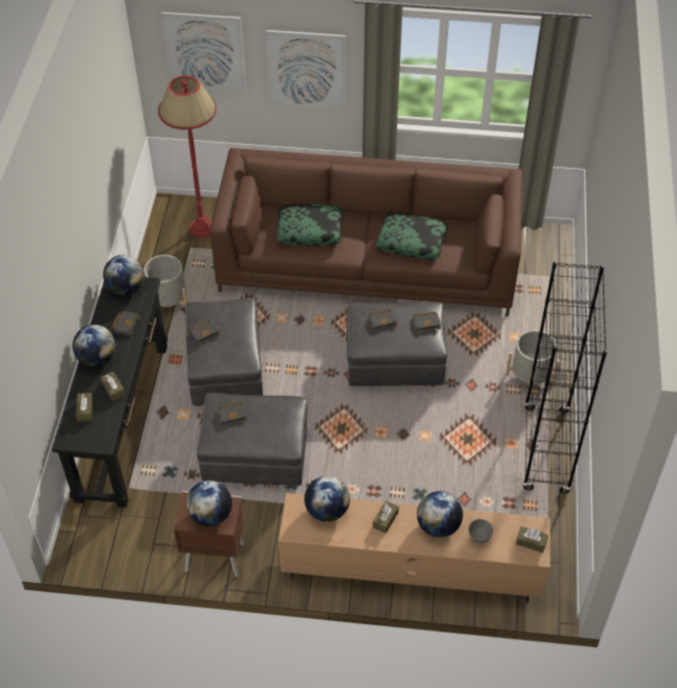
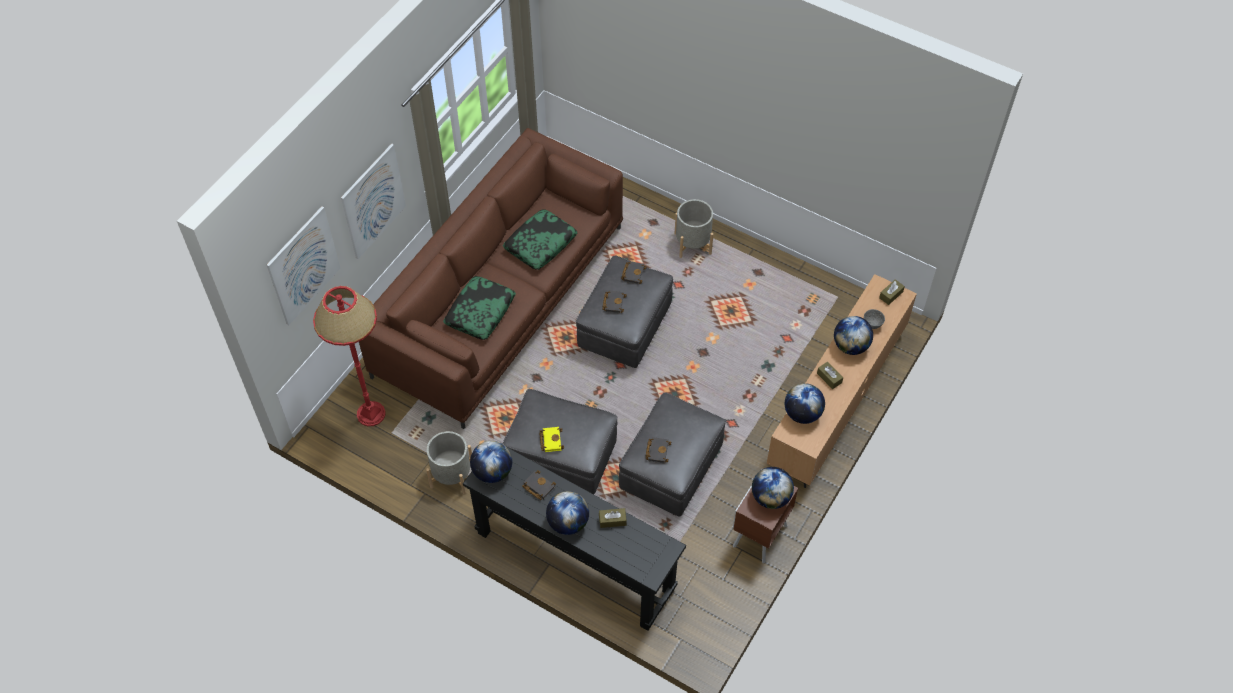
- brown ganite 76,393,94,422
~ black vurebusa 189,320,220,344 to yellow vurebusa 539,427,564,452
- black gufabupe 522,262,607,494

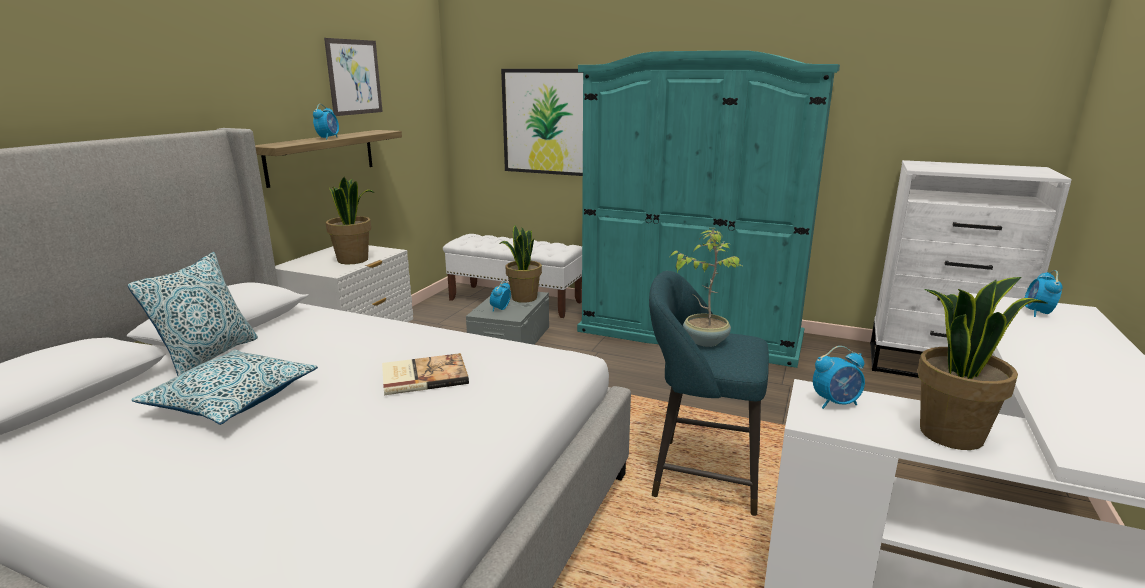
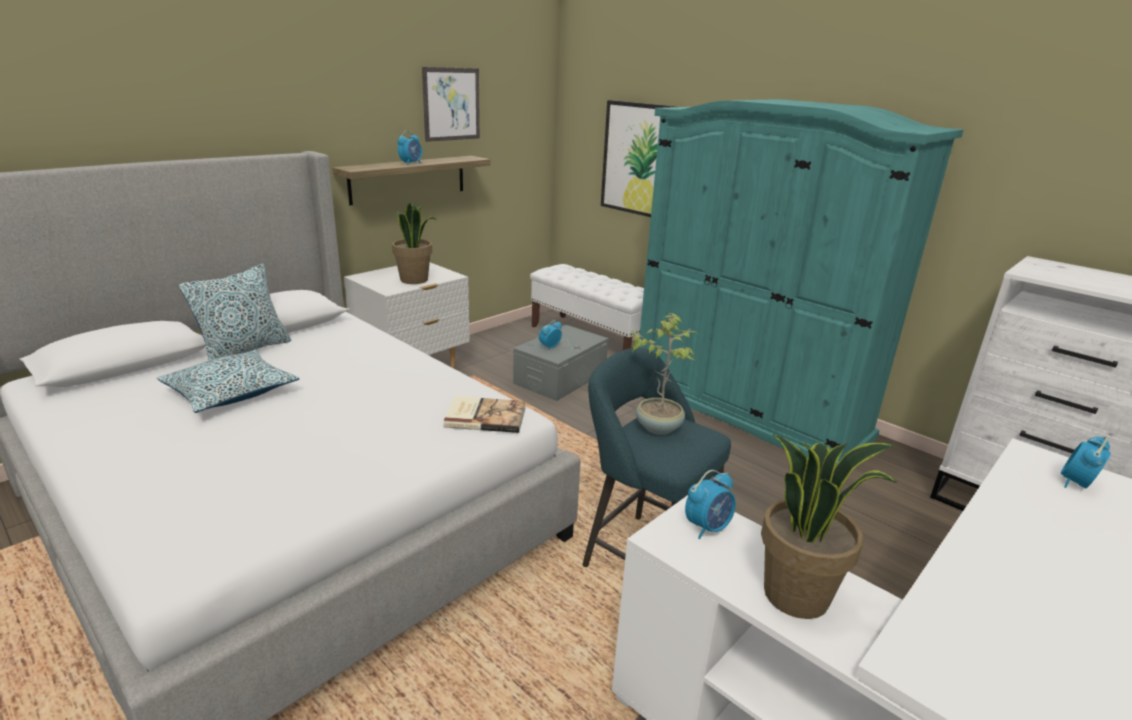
~ vurebusa 382,353,469,395 to 443,396,526,433
- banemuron 499,225,542,303
~ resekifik 813,346,865,409 = 685,470,736,539 45 degrees counterclockwise

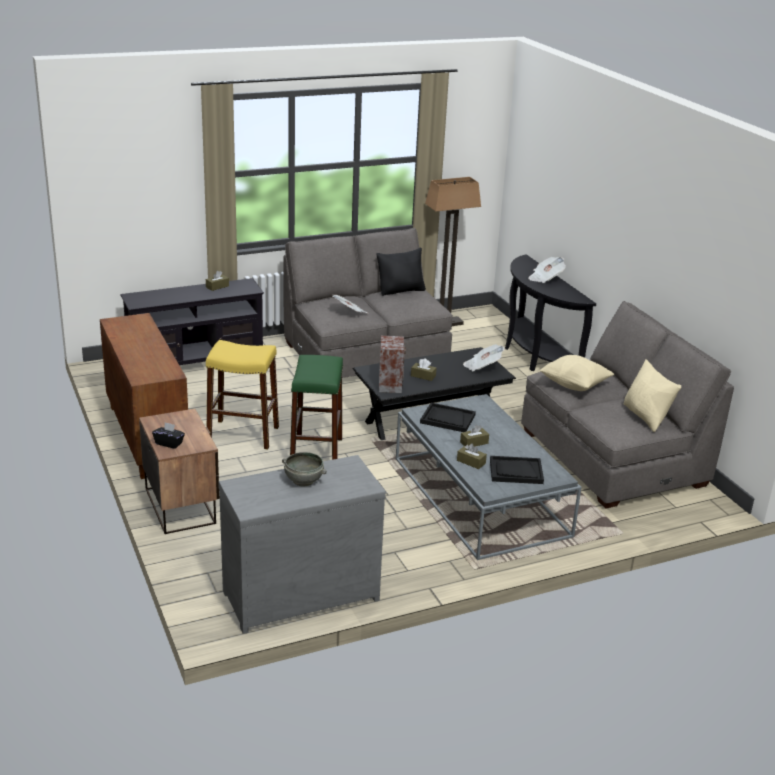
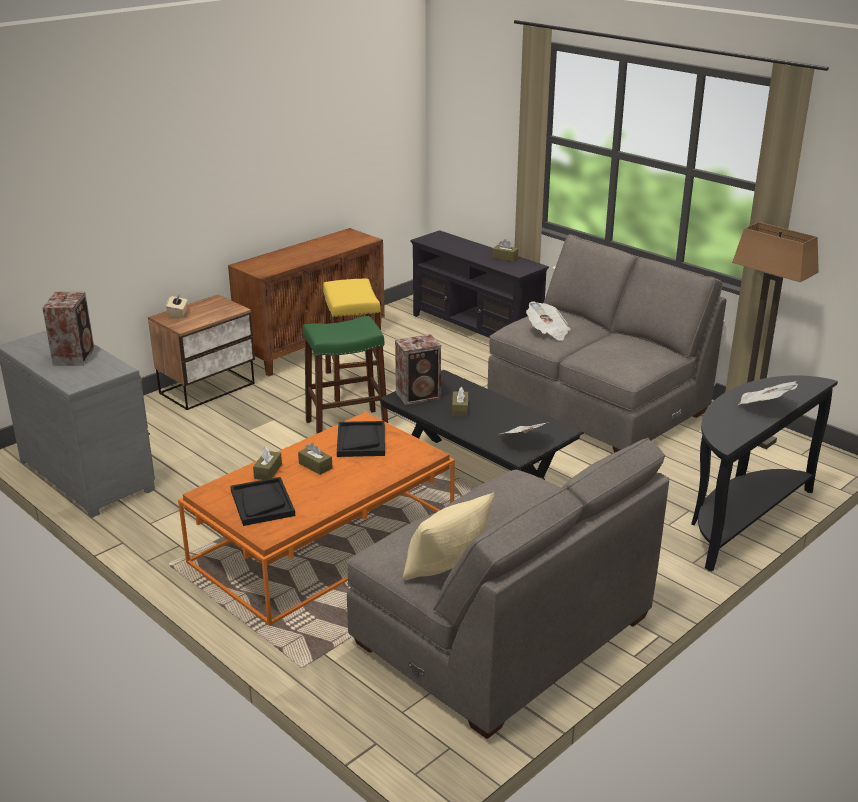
~ black ganite 152,422,185,449 to beige ganite 166,294,188,318
~ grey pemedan 282,452,327,486 to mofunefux 42,292,94,366
- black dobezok 376,248,426,296
~ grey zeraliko 396,394,582,560 to orange zeraliko 178,412,455,626
- beige dobezok 539,355,614,391

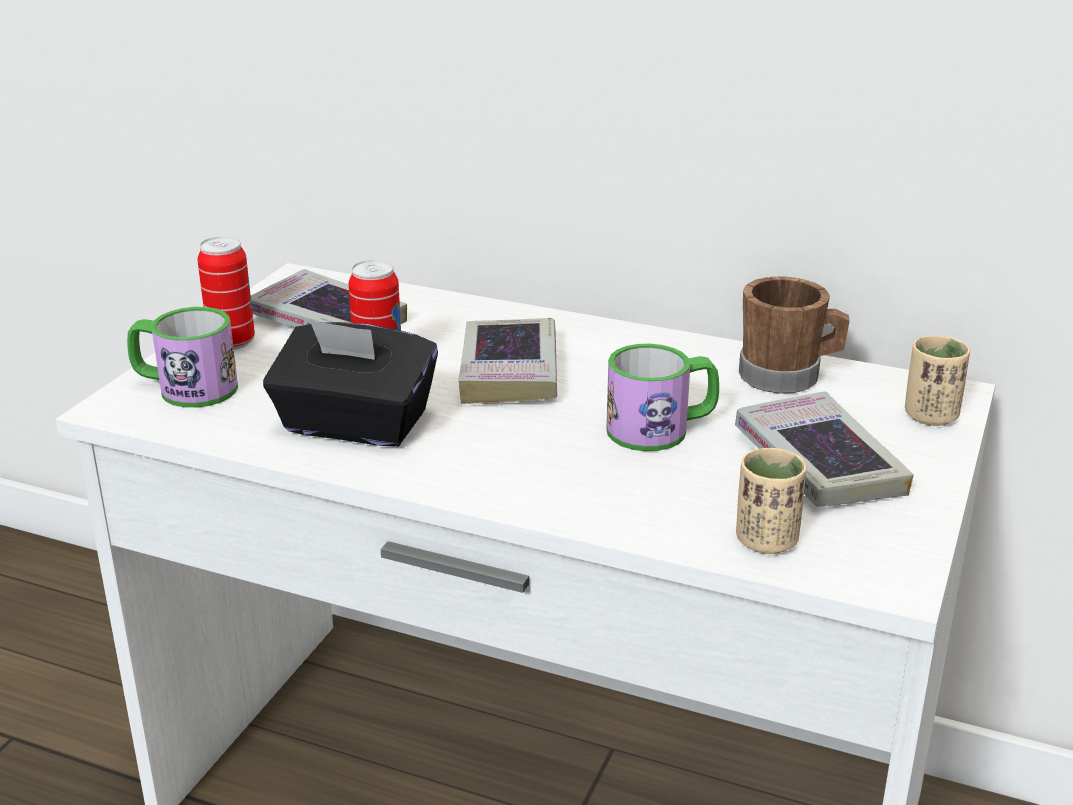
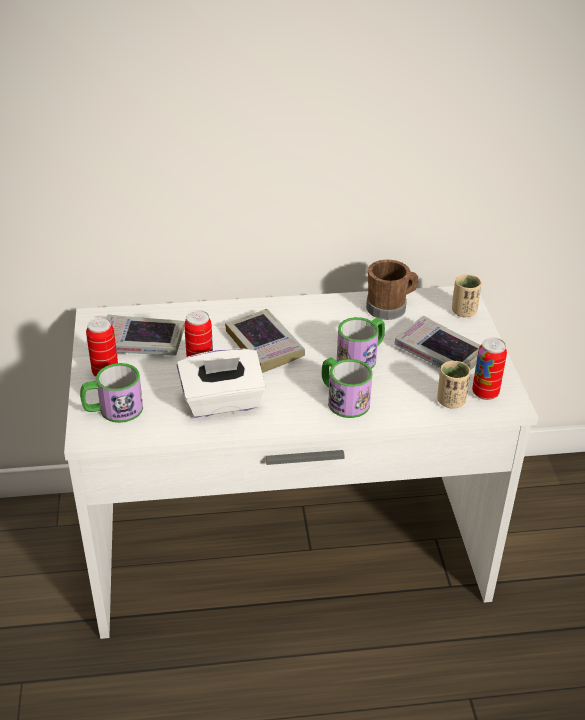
~ black ganite 263,319,438,447 to white ganite 177,348,266,418
+ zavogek 322,357,372,418
+ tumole 472,337,507,400

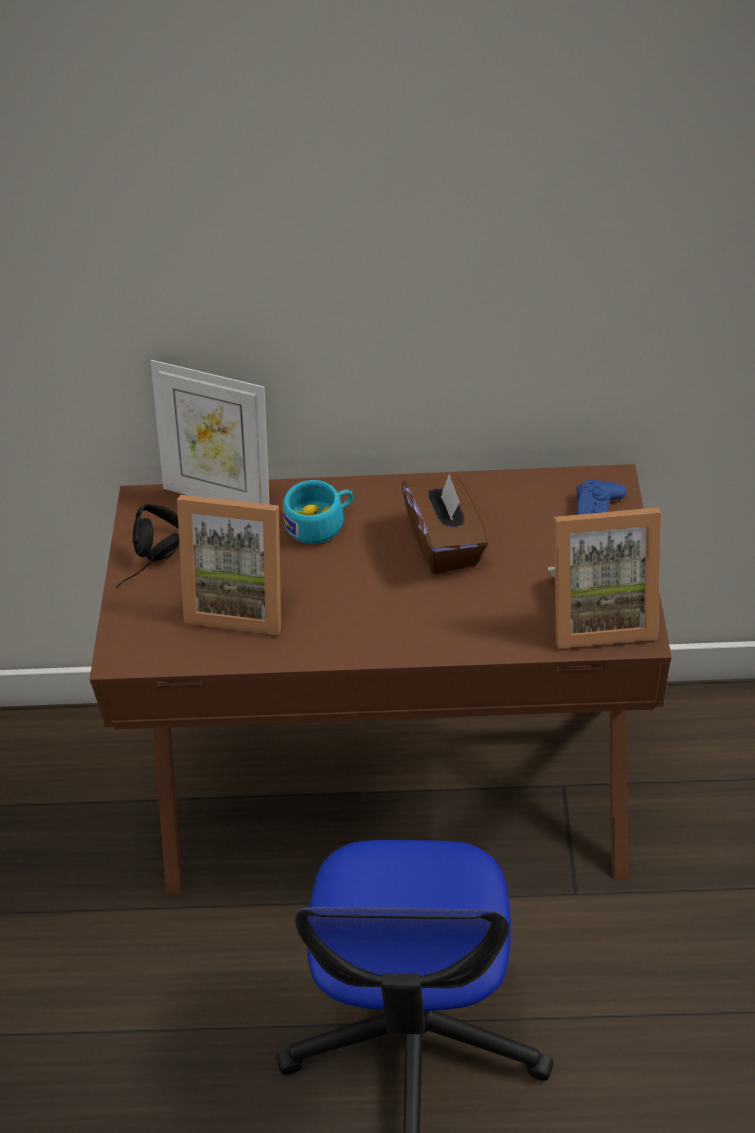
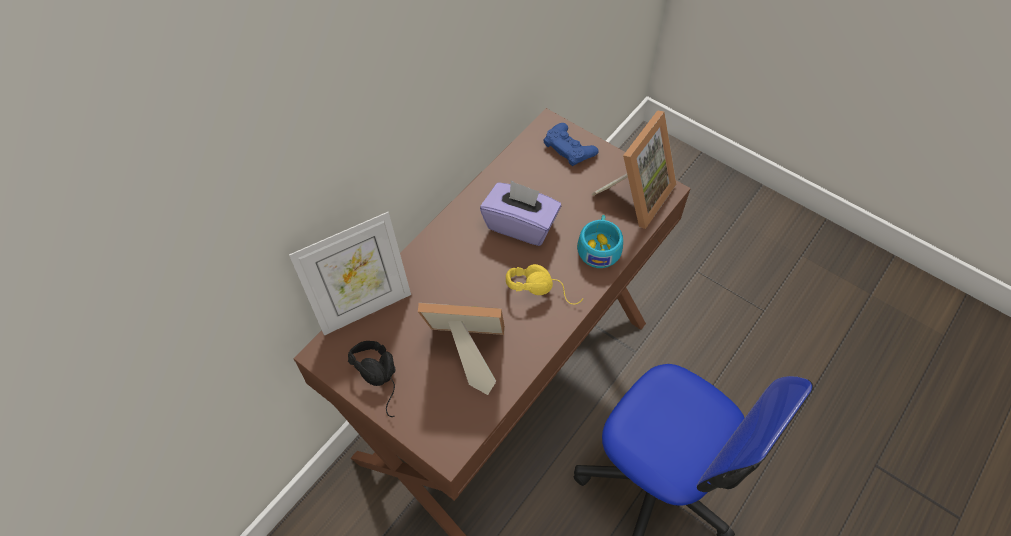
~ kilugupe 177,495,281,635 = 418,303,505,395 135 degrees counterclockwise
~ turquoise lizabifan 283,480,353,544 to 577,215,623,268
~ brown ganite 402,473,489,574 to purple ganite 480,180,561,246
+ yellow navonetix 506,264,583,304

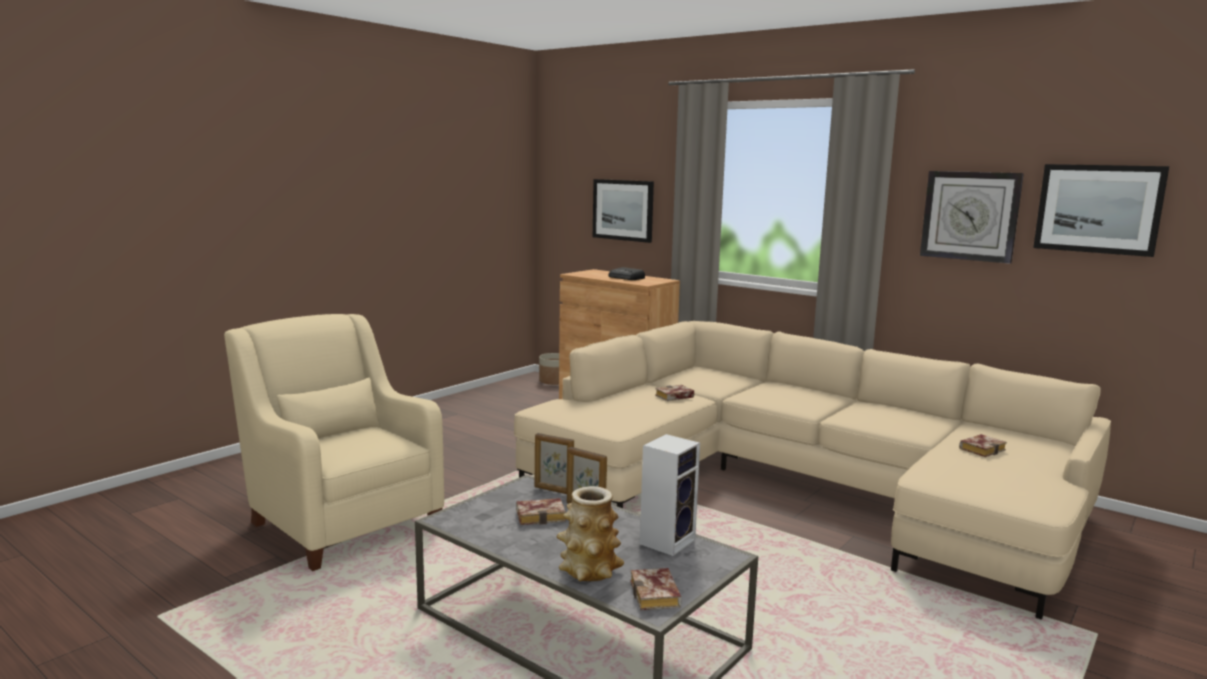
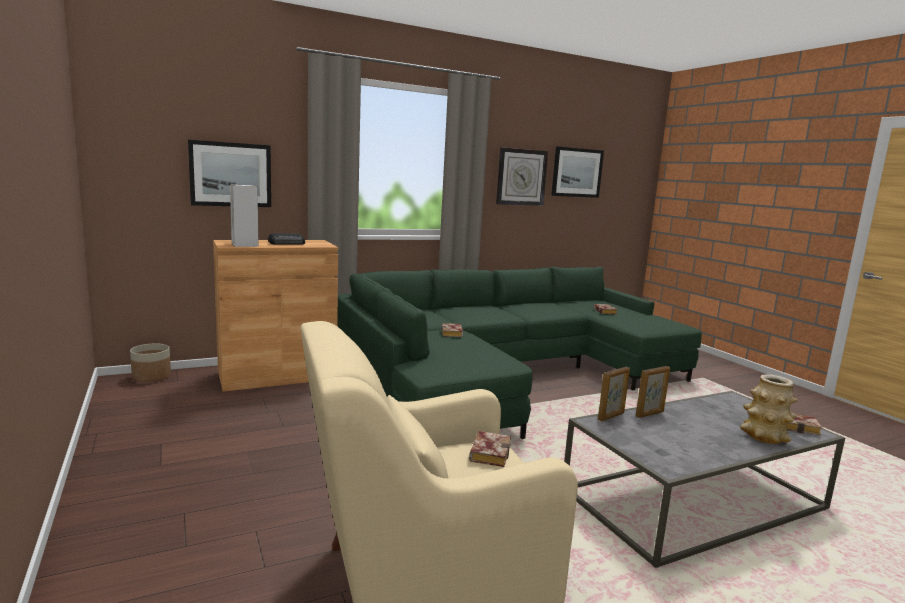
~ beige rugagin 514,321,1111,620 to green rugagin 337,267,702,439
~ vurebusa 516,498,566,525 to 469,431,511,467
~ mofunefux 640,434,700,556 to 230,184,259,247

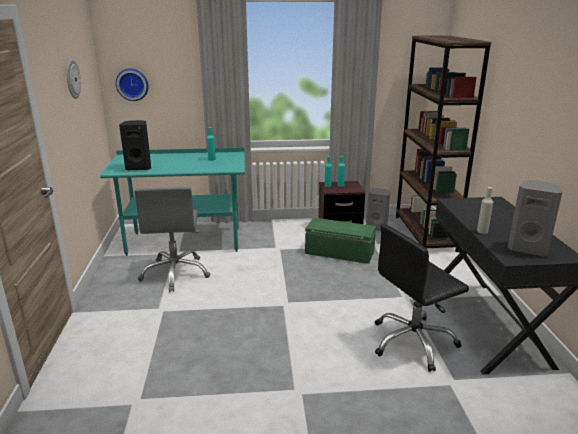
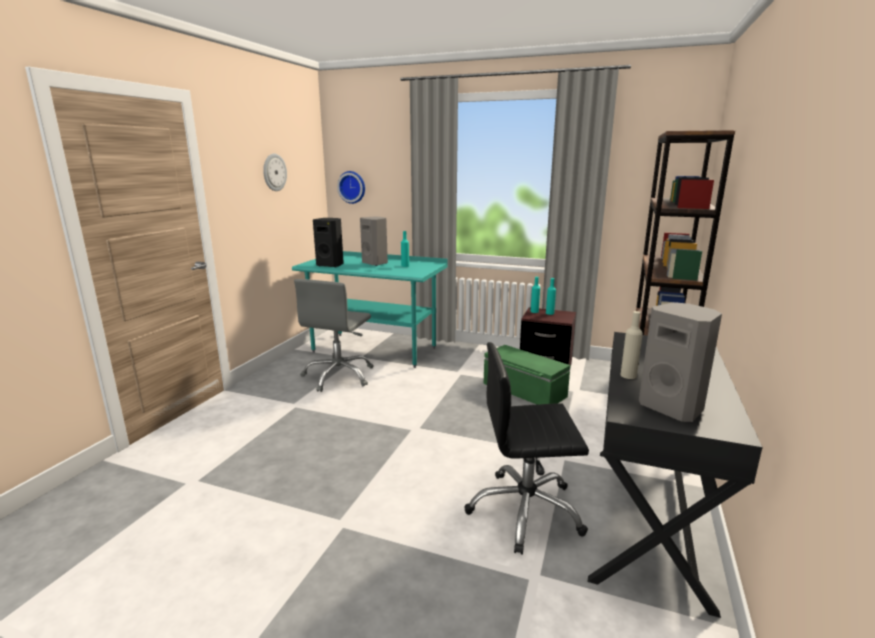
~ grey mofunefux 366,188,390,231 to 360,217,388,266

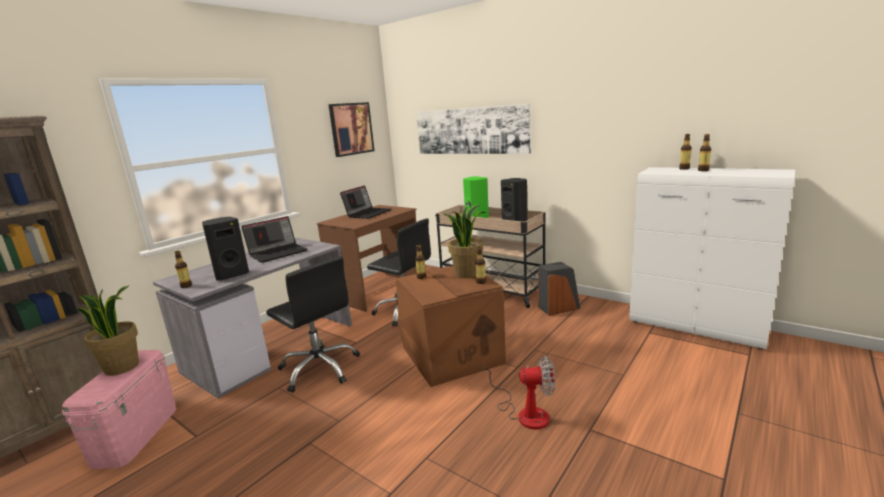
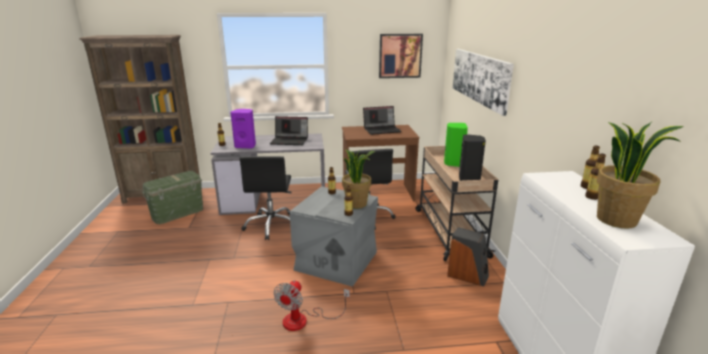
~ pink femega 62,350,176,469 to green femega 142,171,203,224
~ banemuron 77,285,139,376 to 596,122,684,229
~ black mofunefux 202,217,249,281 to purple mofunefux 230,109,256,149
~ brown femega 396,266,506,387 to grey femega 290,186,378,287
~ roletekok 484,355,555,430 = 274,280,350,331 60 degrees clockwise

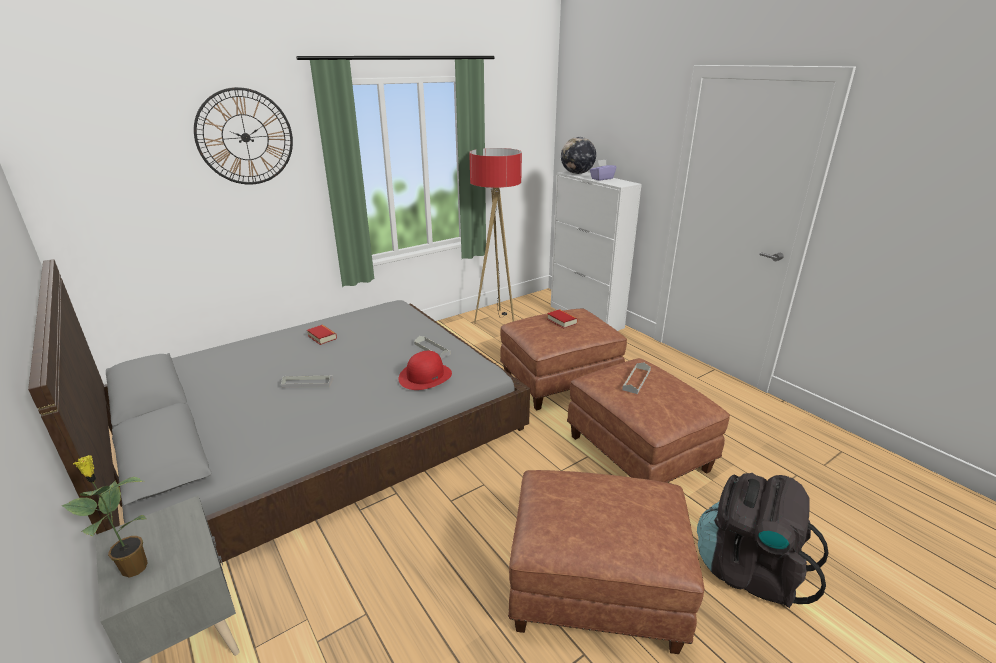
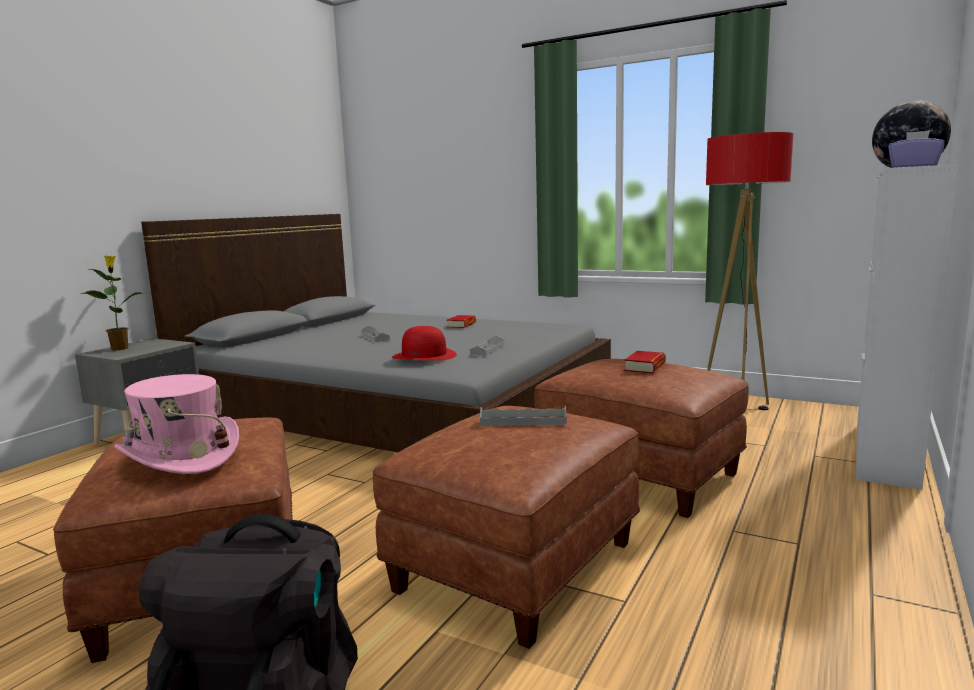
- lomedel 194,87,293,185
+ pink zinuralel 114,374,239,474

